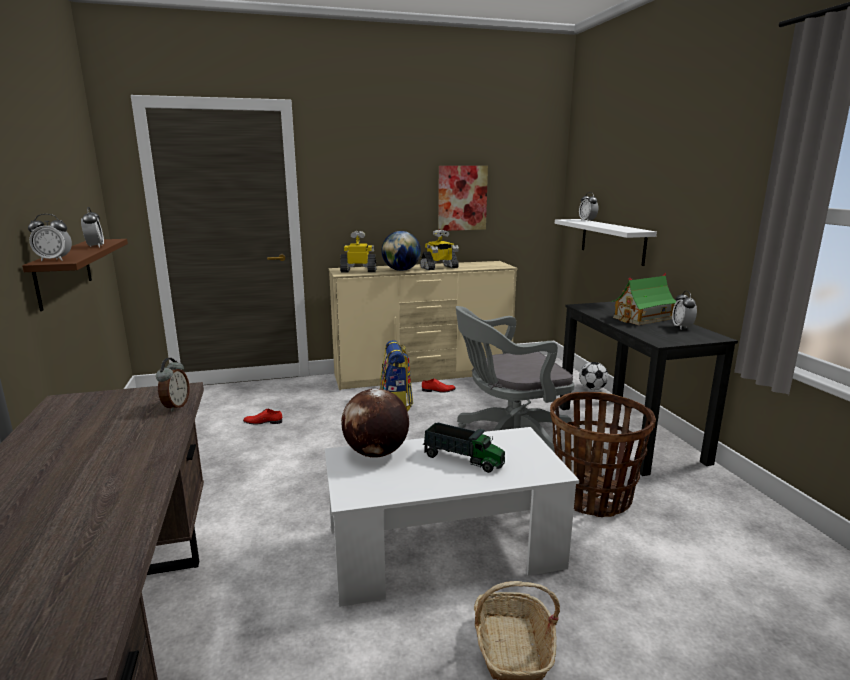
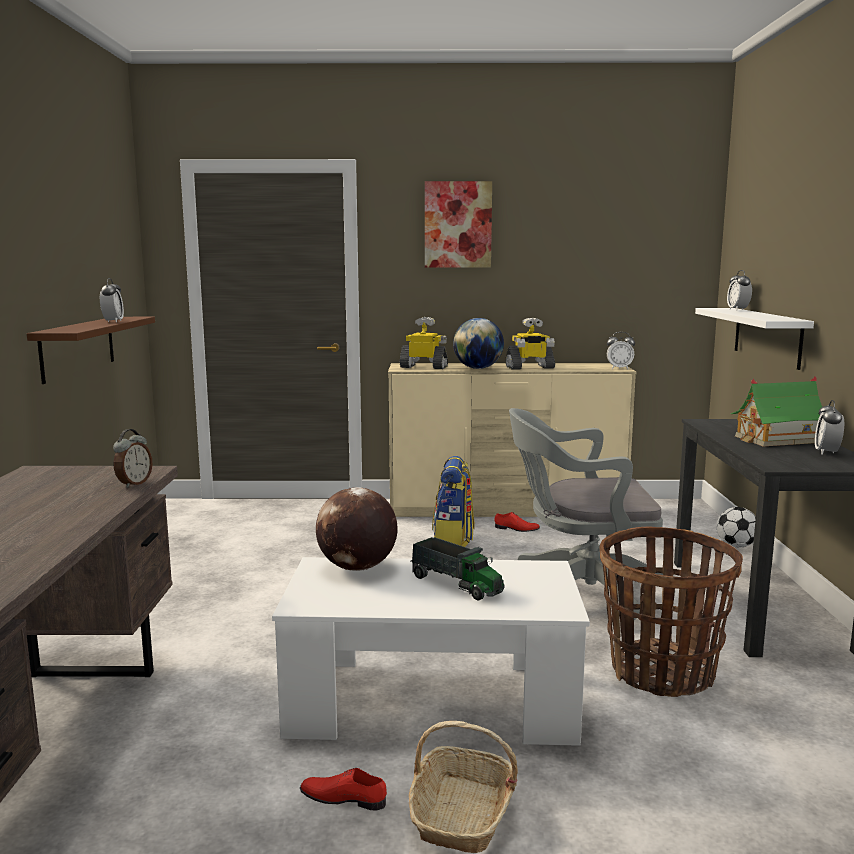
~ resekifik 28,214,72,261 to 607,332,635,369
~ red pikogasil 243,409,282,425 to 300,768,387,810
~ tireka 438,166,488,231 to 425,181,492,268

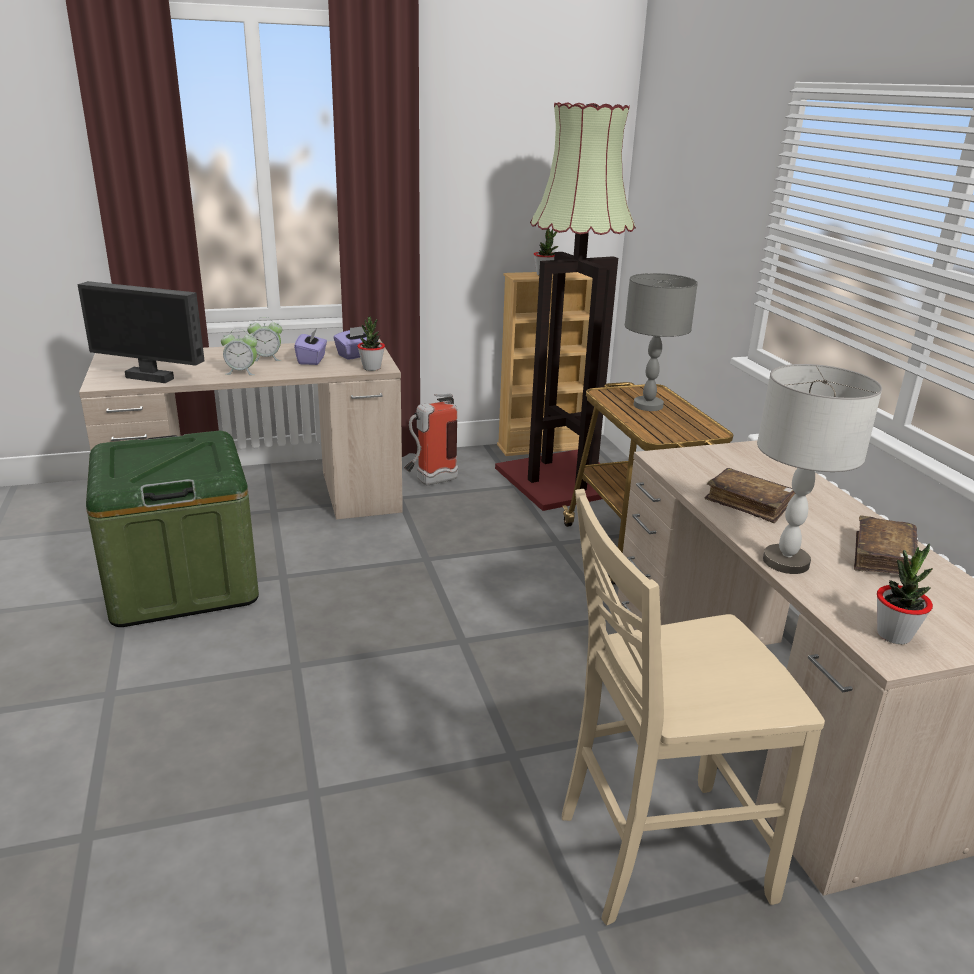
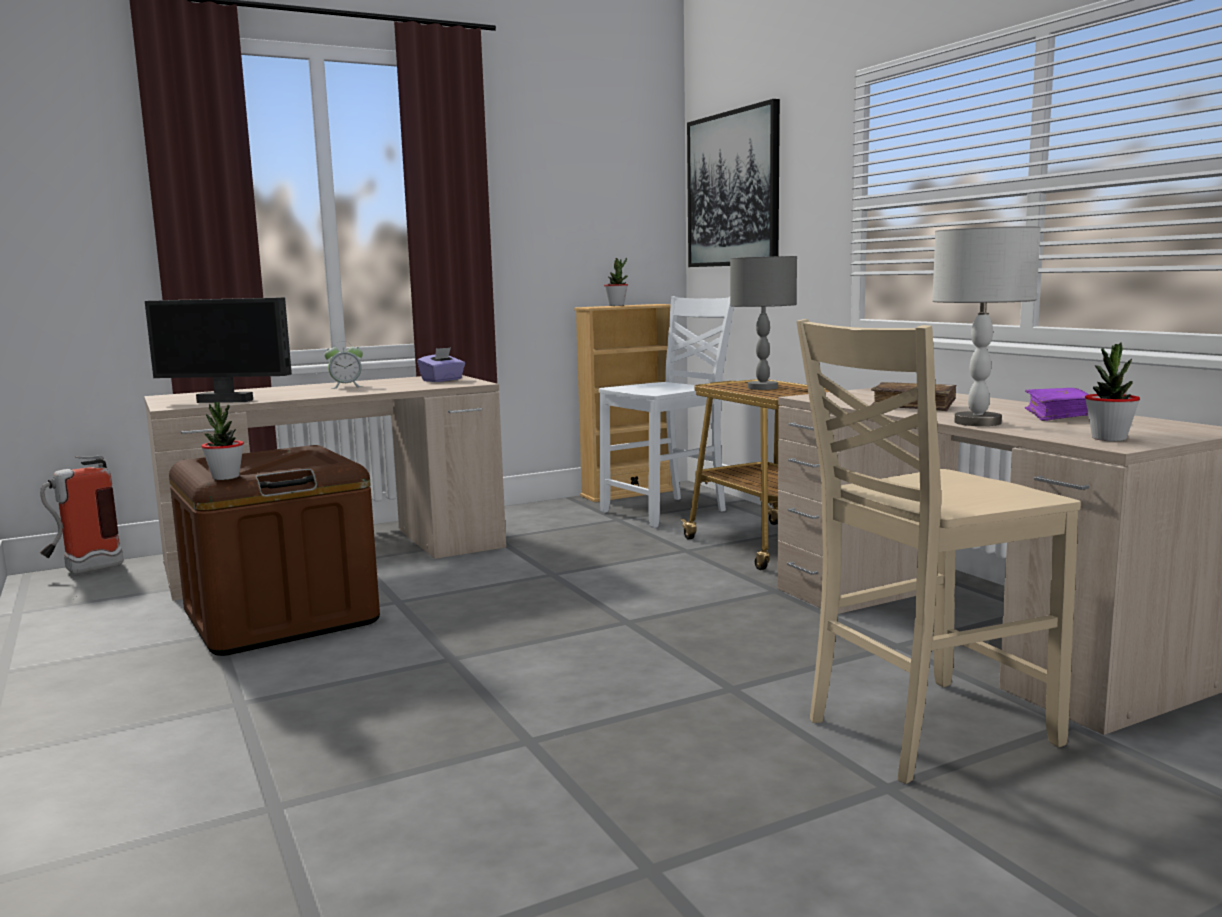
~ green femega 86,431,259,627 to brown femega 169,445,380,656
- resekifik 221,329,257,375
- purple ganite 294,329,327,365
~ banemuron 357,317,385,371 to 201,402,244,480
~ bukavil 404,393,458,485 to 40,455,123,574
~ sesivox 495,102,636,511 to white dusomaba 599,296,734,528
~ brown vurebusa 854,515,918,574 to purple vurebusa 1025,388,1089,421
+ tireka 687,99,780,267

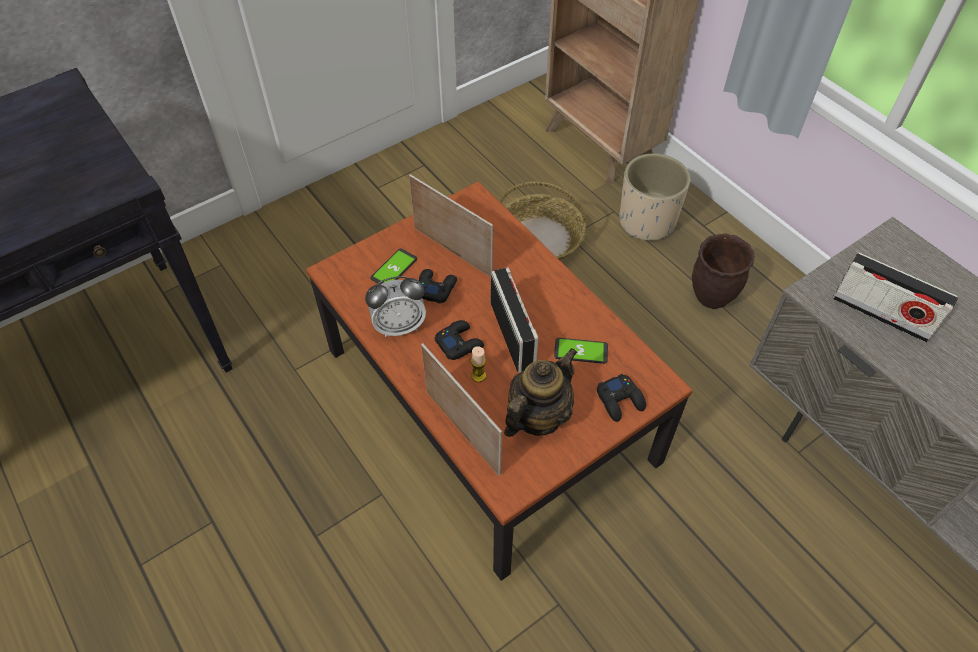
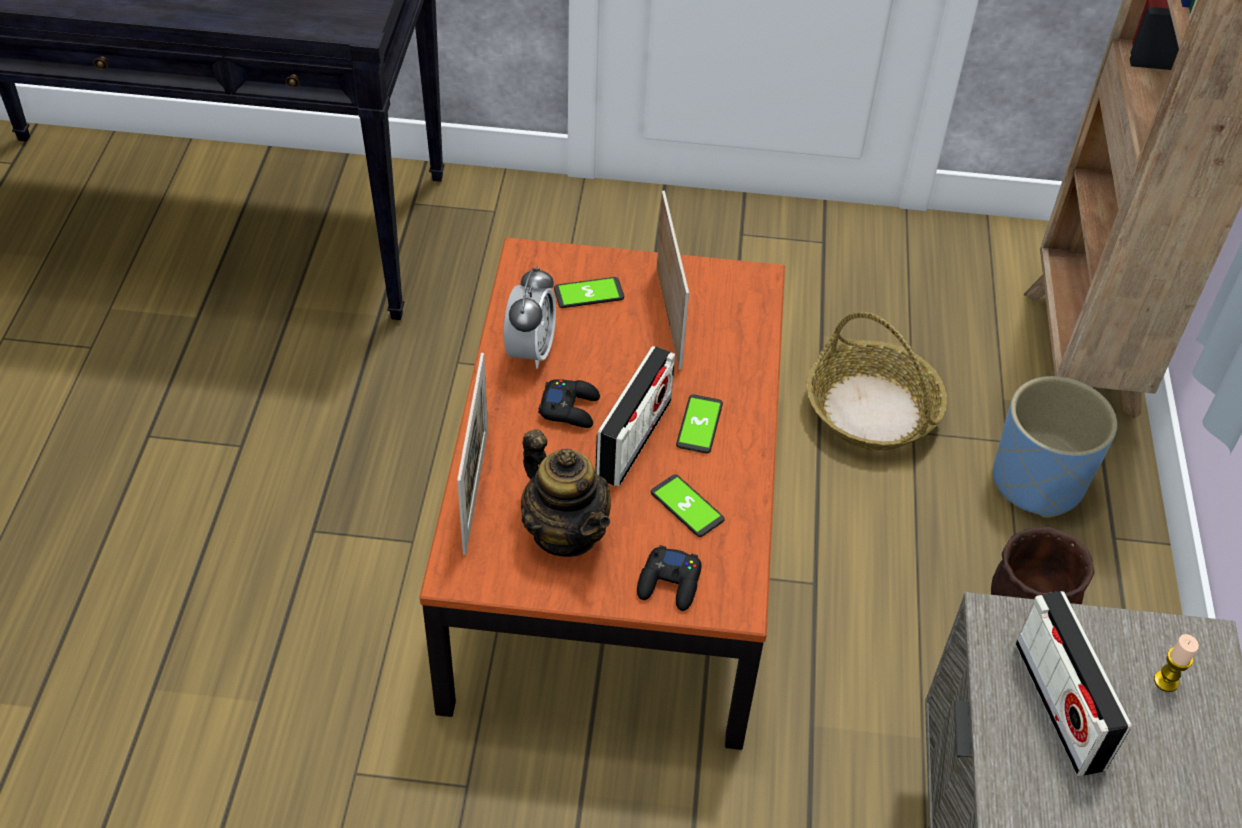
~ resekifik 365,276,426,337 = 504,266,556,369 105 degrees counterclockwise
- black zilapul 419,269,457,304
~ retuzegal 471,346,486,382 to 1154,634,1199,692
~ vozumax 504,348,577,437 = 521,429,611,557 60 degrees clockwise
~ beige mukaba 619,154,690,240 to blue mukaba 993,376,1117,518
+ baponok 676,394,723,453

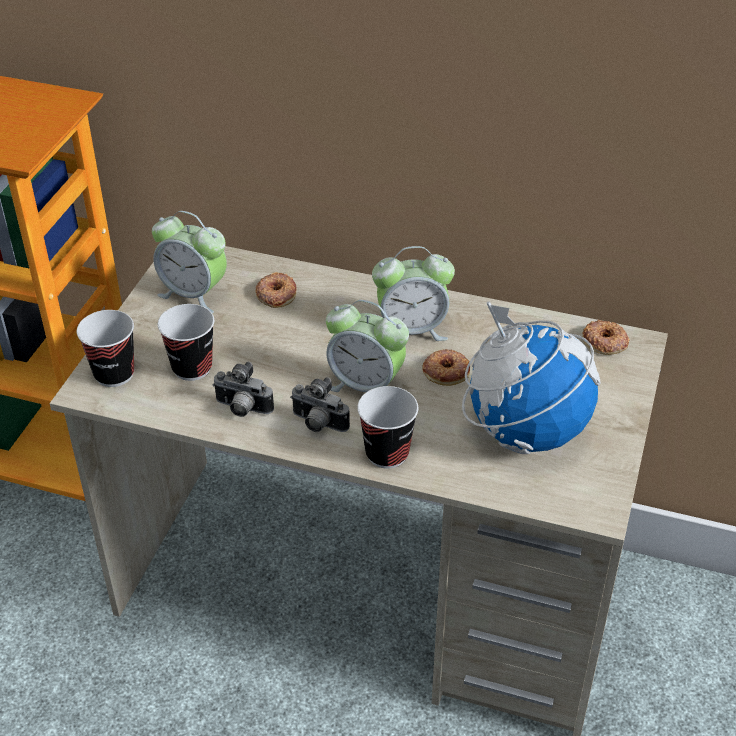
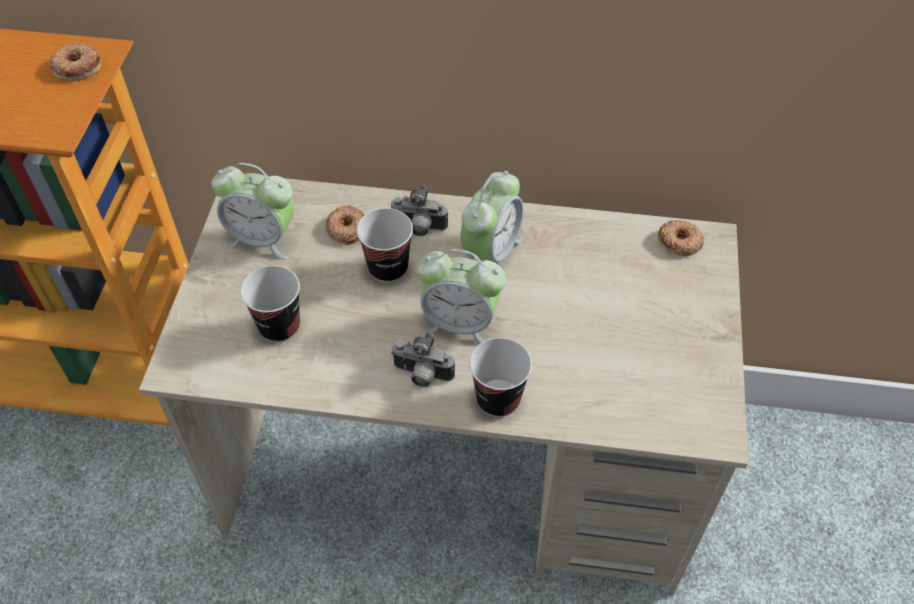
~ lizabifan 77,310,134,387 to 357,208,413,283
~ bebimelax 213,361,274,417 to 391,185,448,236
~ resekifik 372,246,455,341 = 460,171,523,265 45 degrees counterclockwise
~ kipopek 422,349,470,386 to 48,43,102,81
- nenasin 462,301,601,454

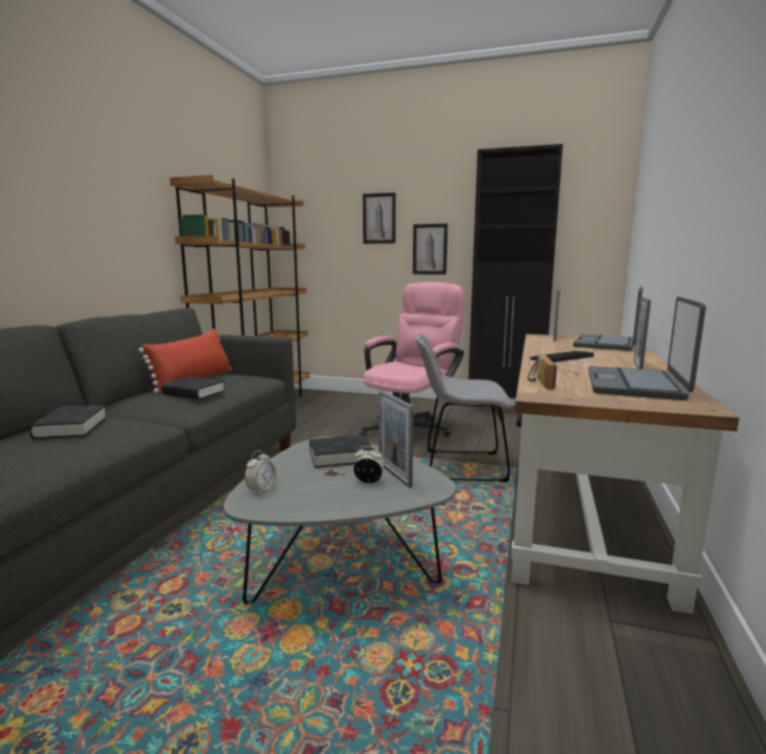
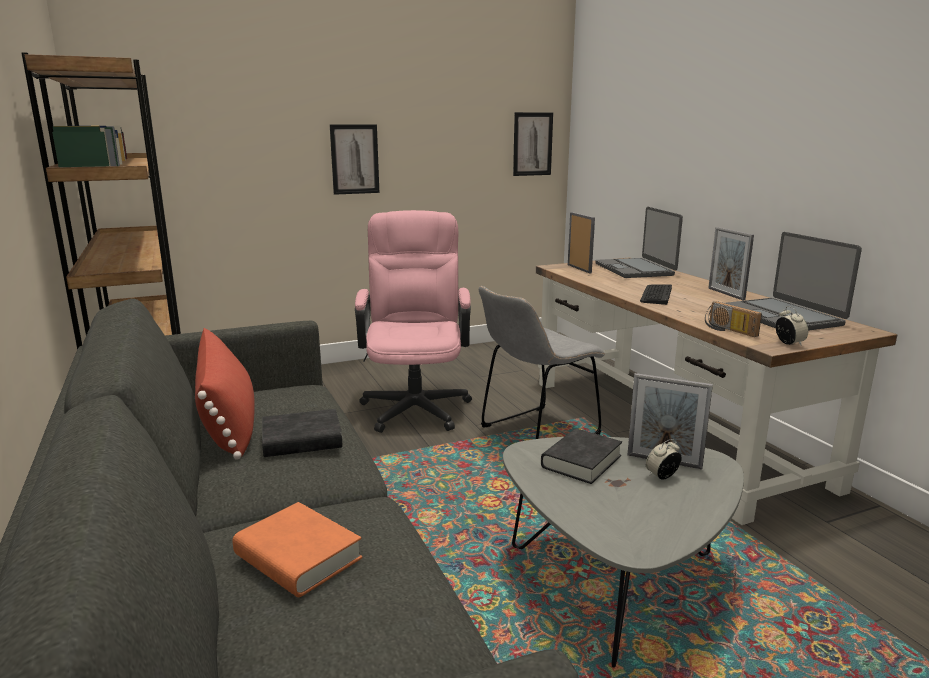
~ black vurebusa 29,405,107,439 to orange vurebusa 233,502,362,597
~ resekifik 245,450,277,495 to 776,306,808,346
~ tireka 363,193,396,244 to 513,112,553,176
- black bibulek 468,144,563,411

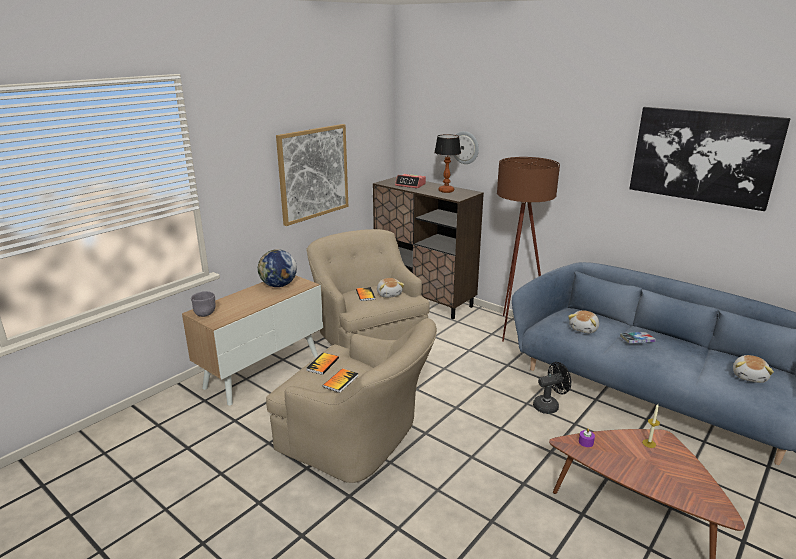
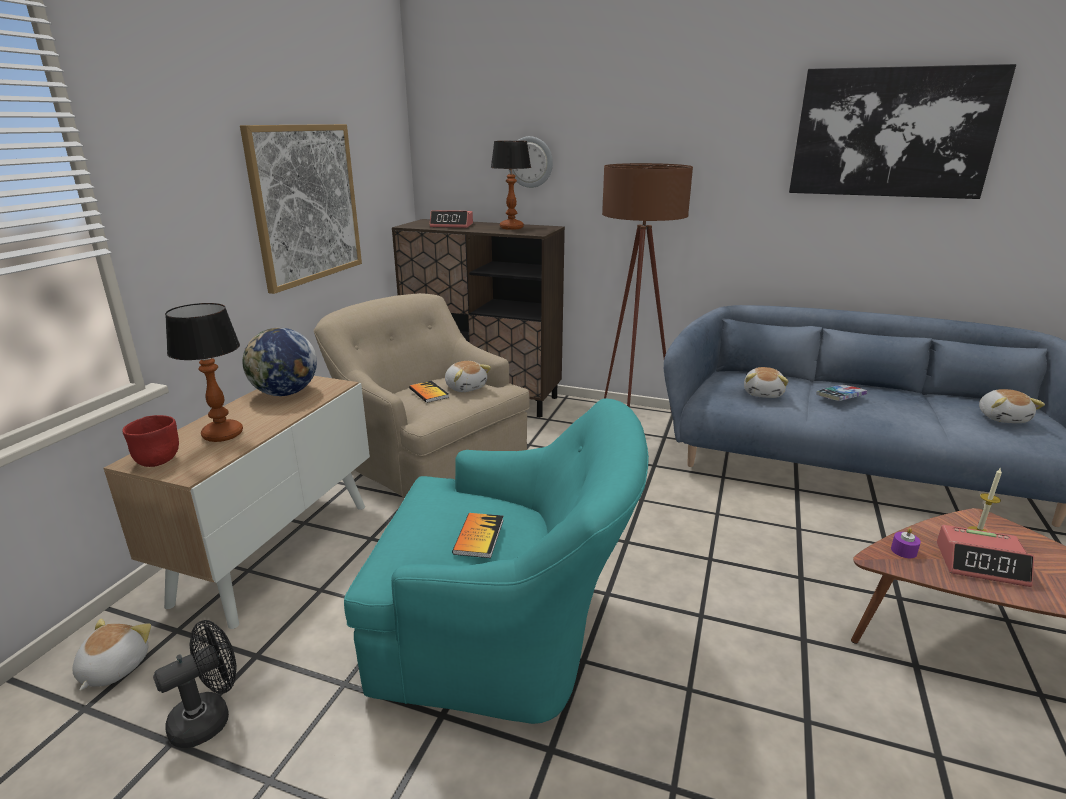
~ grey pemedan 191,291,215,317 to red pemedan 122,415,179,467
~ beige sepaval 266,318,437,483 to turquoise sepaval 344,398,649,724
- vurebusa 306,353,339,375
~ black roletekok 533,362,571,414 to 153,620,237,748
+ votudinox 72,618,151,691
+ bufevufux 165,303,243,442
+ resekifik 937,525,1034,587

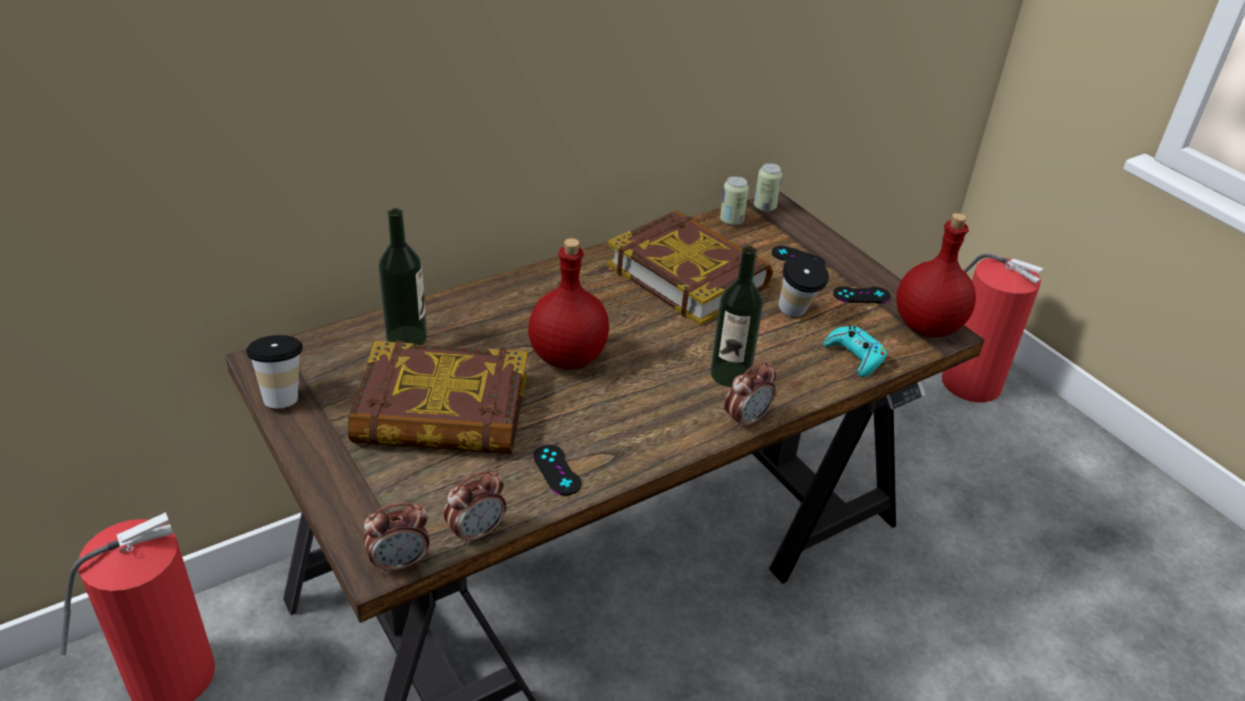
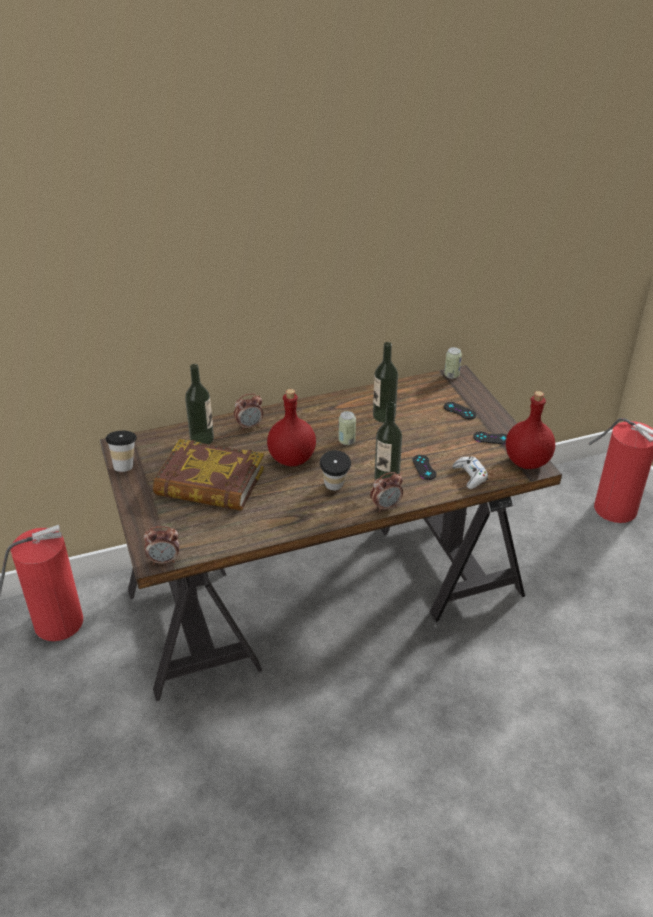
~ resekifik 444,471,506,546 to 234,393,263,431
~ black zilapul 533,445,581,496 to 412,455,437,480
~ vurebusa 607,210,773,326 to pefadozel 373,342,398,423
~ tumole 720,176,749,226 to 339,411,356,445
~ lizabifan 779,255,829,317 to 320,450,351,491
~ turquoise zilapul 823,326,887,377 to white zilapul 453,457,488,489

